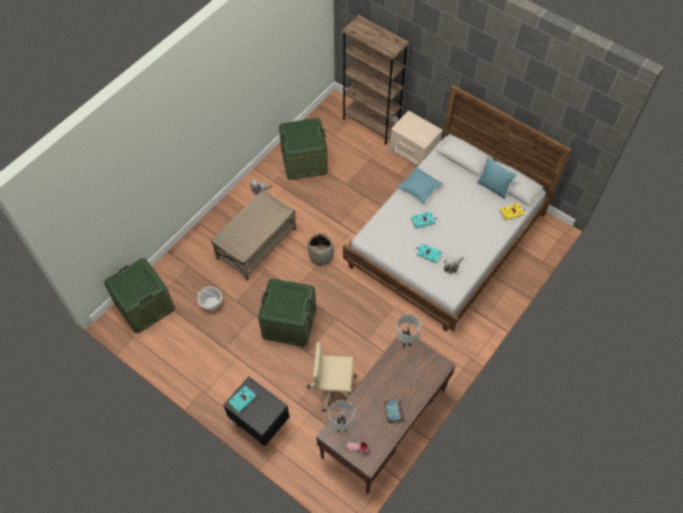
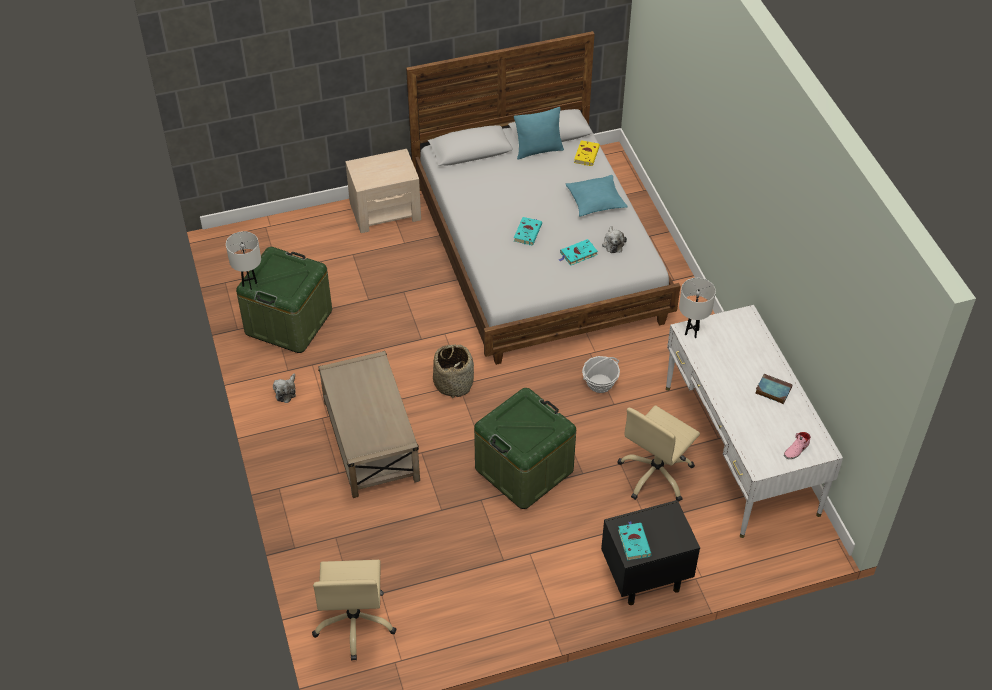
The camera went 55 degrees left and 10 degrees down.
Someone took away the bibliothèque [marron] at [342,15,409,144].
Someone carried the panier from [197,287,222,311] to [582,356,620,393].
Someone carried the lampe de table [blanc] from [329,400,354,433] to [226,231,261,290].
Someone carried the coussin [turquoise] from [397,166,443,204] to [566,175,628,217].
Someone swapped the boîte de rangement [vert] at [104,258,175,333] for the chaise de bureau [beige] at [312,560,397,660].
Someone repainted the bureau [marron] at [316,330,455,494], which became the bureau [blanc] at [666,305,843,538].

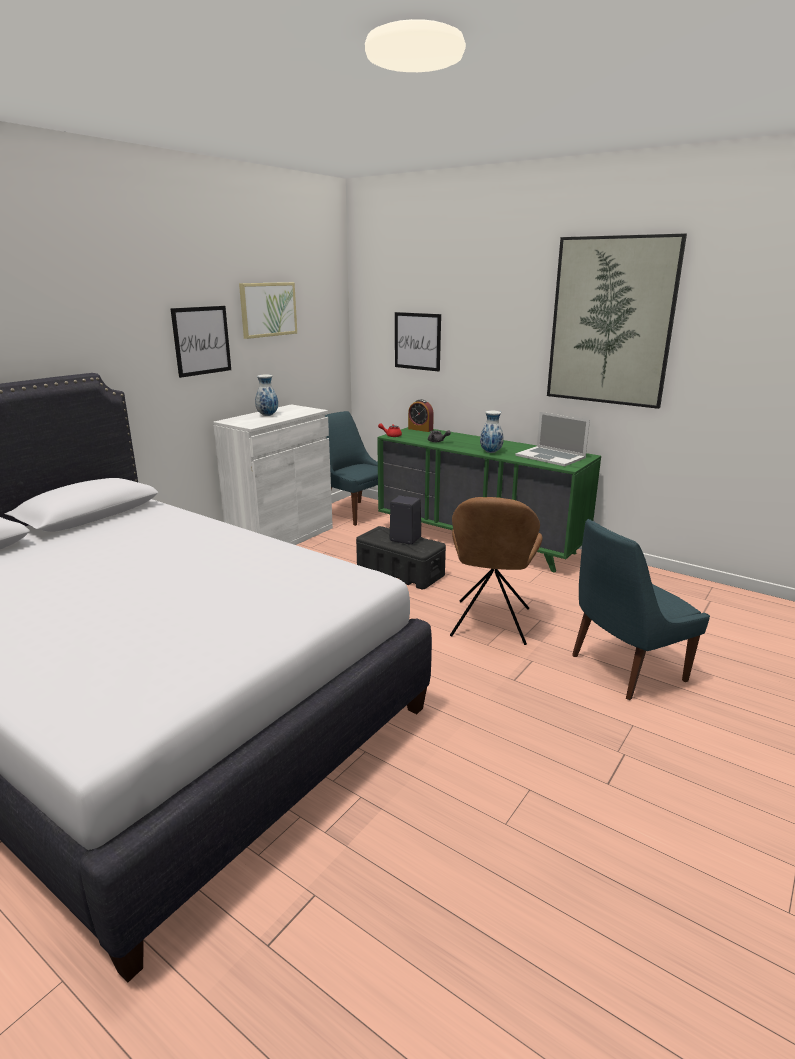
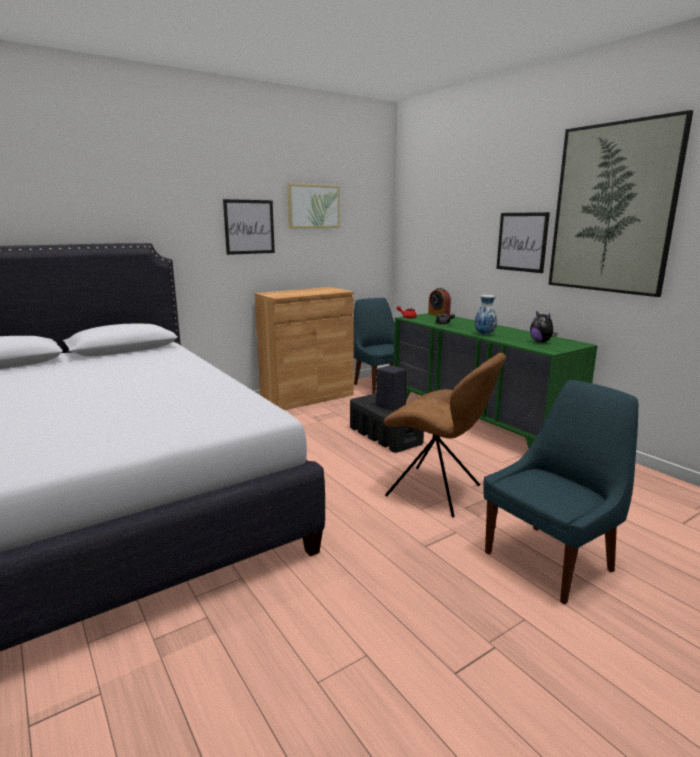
The camera went 20 degrees right and 5 degrees down.
Someone took away the vase at [255,374,278,416].
Someone carried the tableau from [395,312,441,372] to [496,212,550,273].
Someone swapped the ordinateur portable at [515,412,590,466] for the peluche at [530,311,558,342].
Someone repainted the meuble de rangement [blanc] at [213,404,333,545], which became the meuble de rangement [marron] at [255,287,354,410].
Someone rotated the chaise [marron] at [450,497,543,645] by 90 degrees counterclockwise.
Someone rotated the chaise [bleu] at [572,519,710,700] by 150 degrees clockwise.

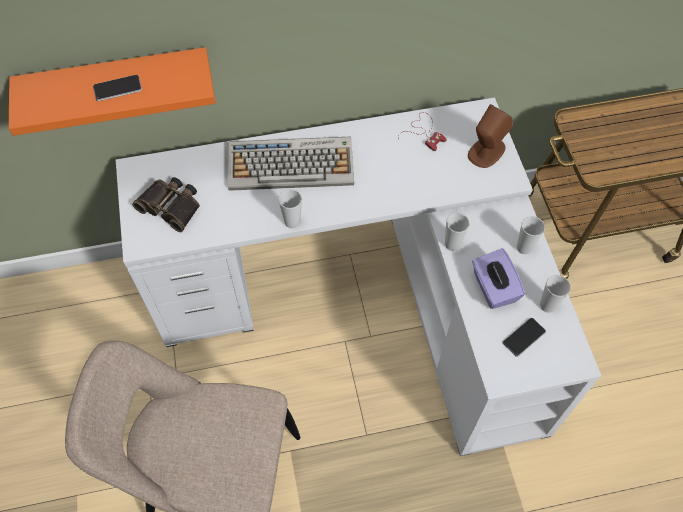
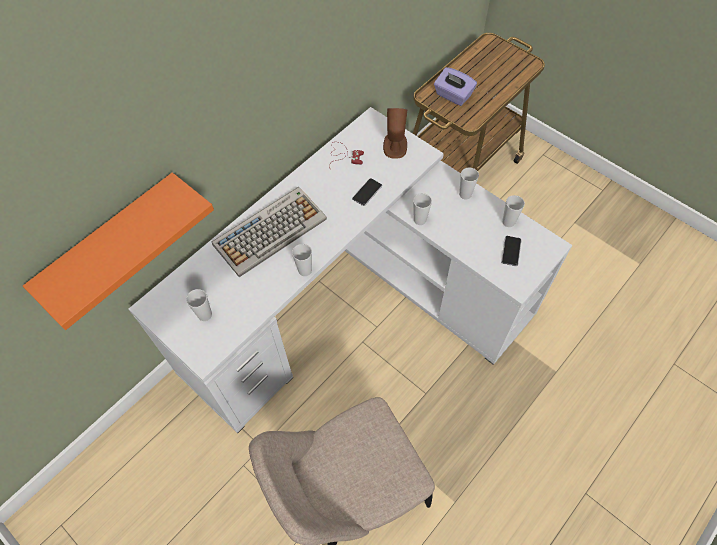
The camera went 35 degrees left and 0 degrees up.
Someone carried the téléphone from [93,75,142,101] to [352,178,382,206].
Someone carried the boîte à mouchoirs [violet] from [472,248,525,309] to [434,67,477,106].
Someone swapped the jumelles at [132,177,200,232] for the tasse at [186,289,212,321].

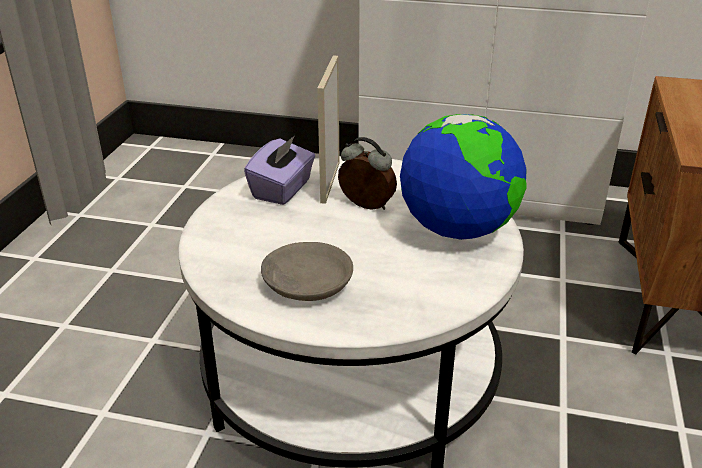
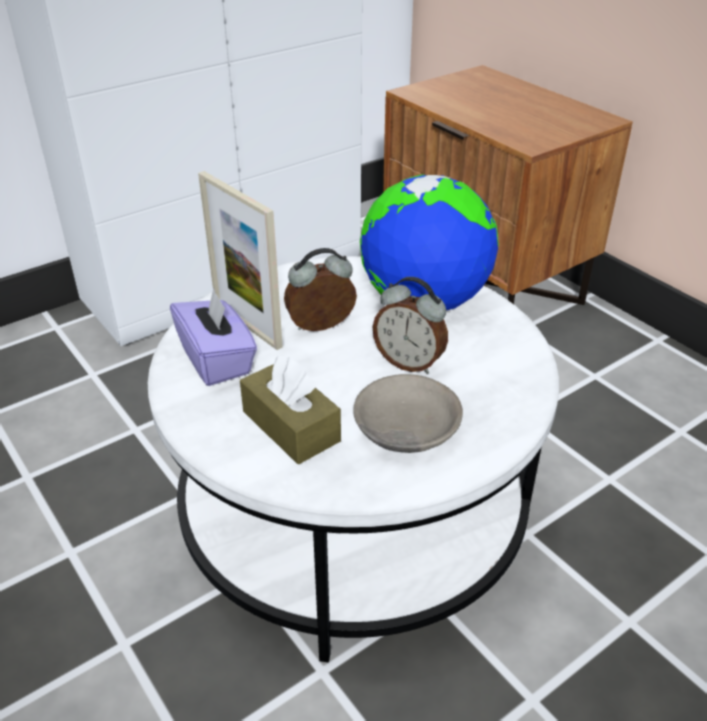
The camera went 50 degrees left and 5 degrees up.
Someone put down the boîte à mouchoirs [marron] at [240,356,341,464].
Someone put down the réveil at [373,277,448,374].

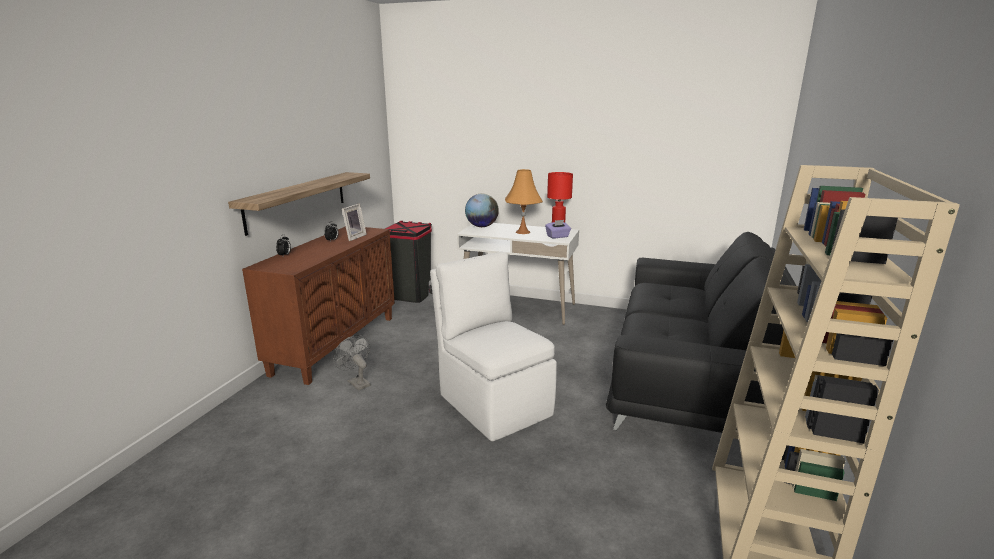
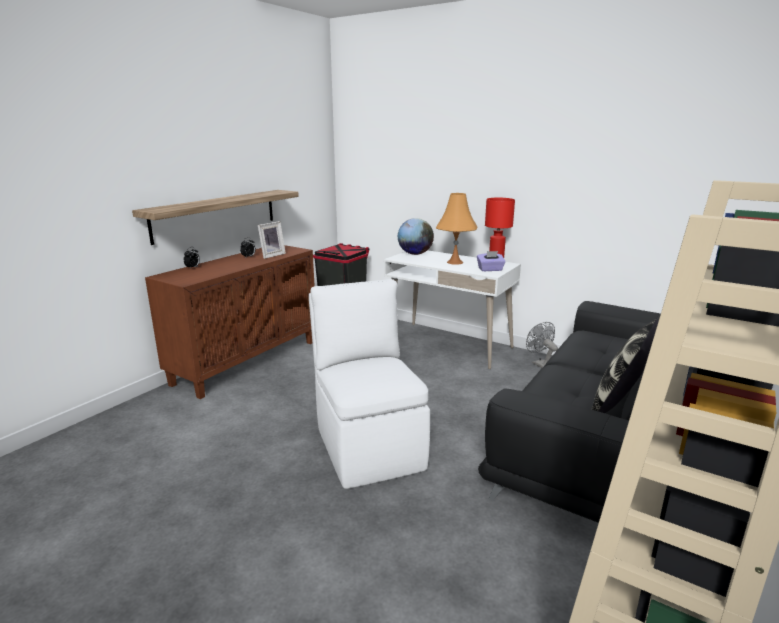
The camera went 15 degrees right and 0 degrees up.
Someone put down the coussin at [592,319,658,413].
Someone carried the ventilateur [gris] from [333,335,371,390] to [526,322,558,368].

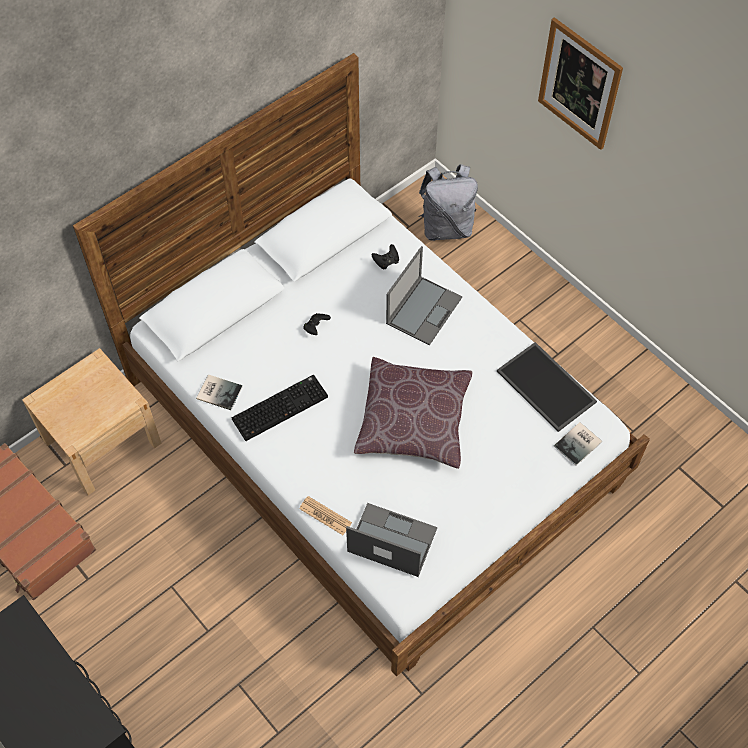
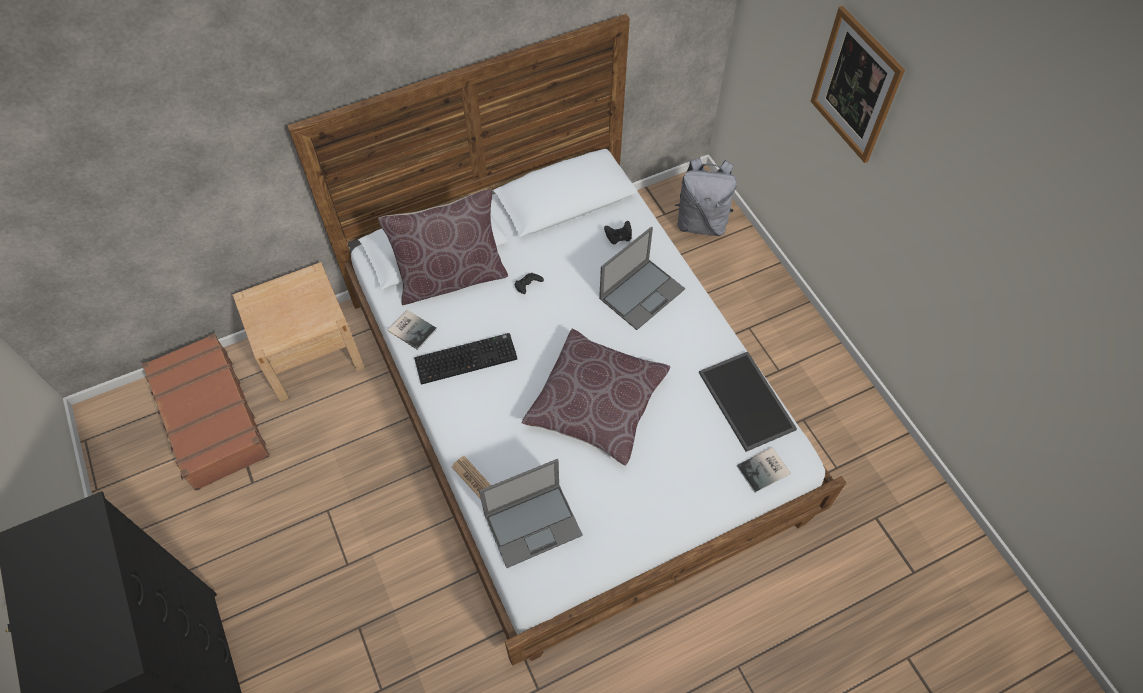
The camera went 15 degrees right and 0 degrees up.
Someone put down the coussin [marron] at [378,189,508,305].
Someone rotated the ordinateur portable at [346,503,437,577] by 120 degrees clockwise.

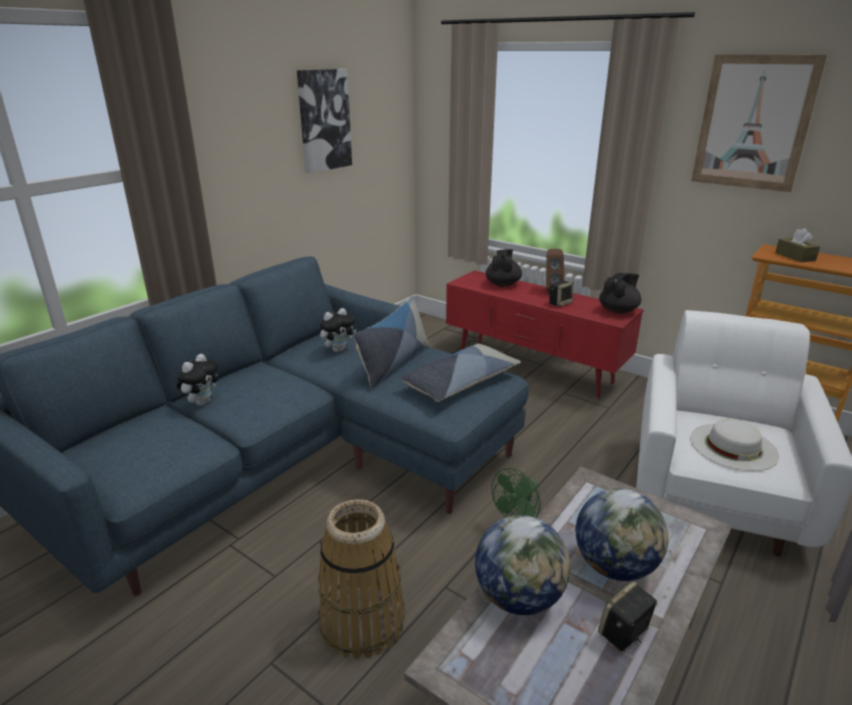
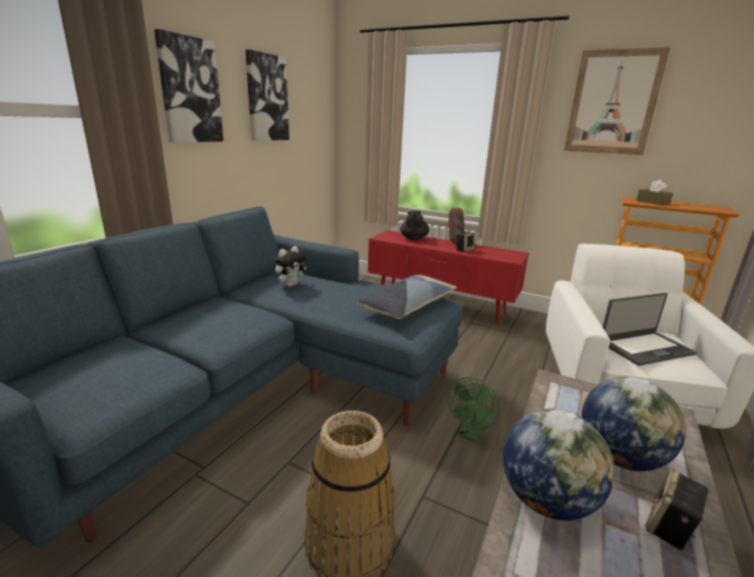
The camera went 10 degrees left and 5 degrees down.
Someone took away the peluche at [176,354,218,406].
Someone took away the coussin at [353,296,429,388].
Someone took away the théière [noir] at [599,273,641,313].
Someone put up the tableau at [154,29,224,143].
Someone swapped the chapeau [blanc] at [690,419,779,471] for the ordinateur portable at [603,293,697,366].

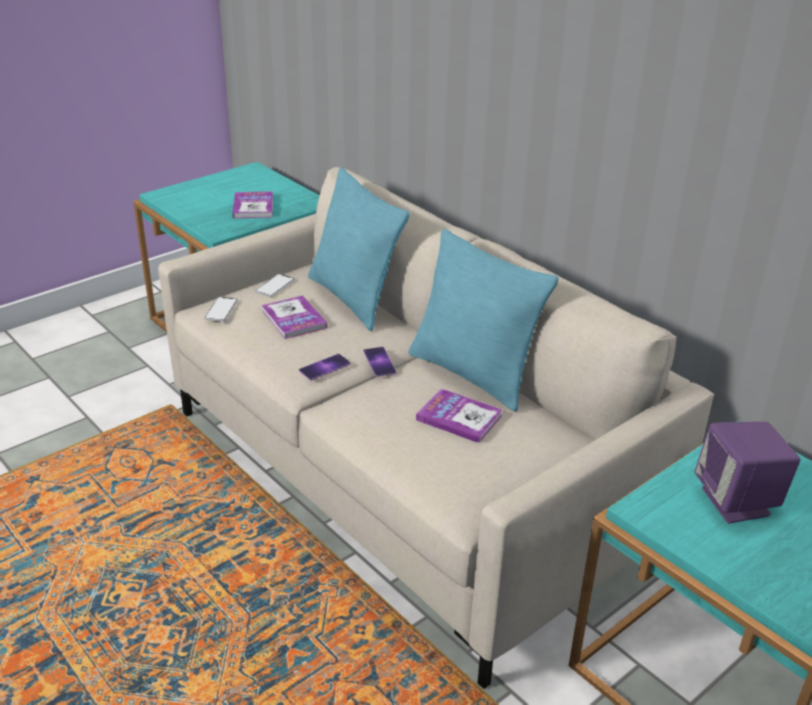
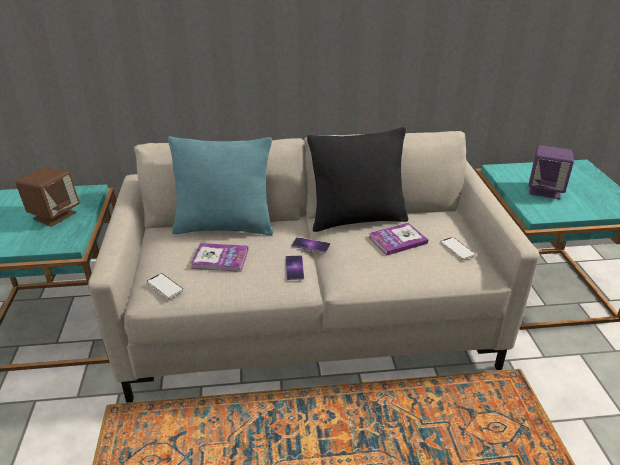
The camera went 55 degrees left and 0 degrees up.
Someone carried the téléphone from [255,274,295,297] to [440,237,476,260].
Someone swapped the livre at [232,191,273,218] for the enceinte [marron] at [15,167,79,227].
Someone repainted the coussin [turquoise] at [408,229,558,412], which became the coussin [noir] at [307,127,408,232].

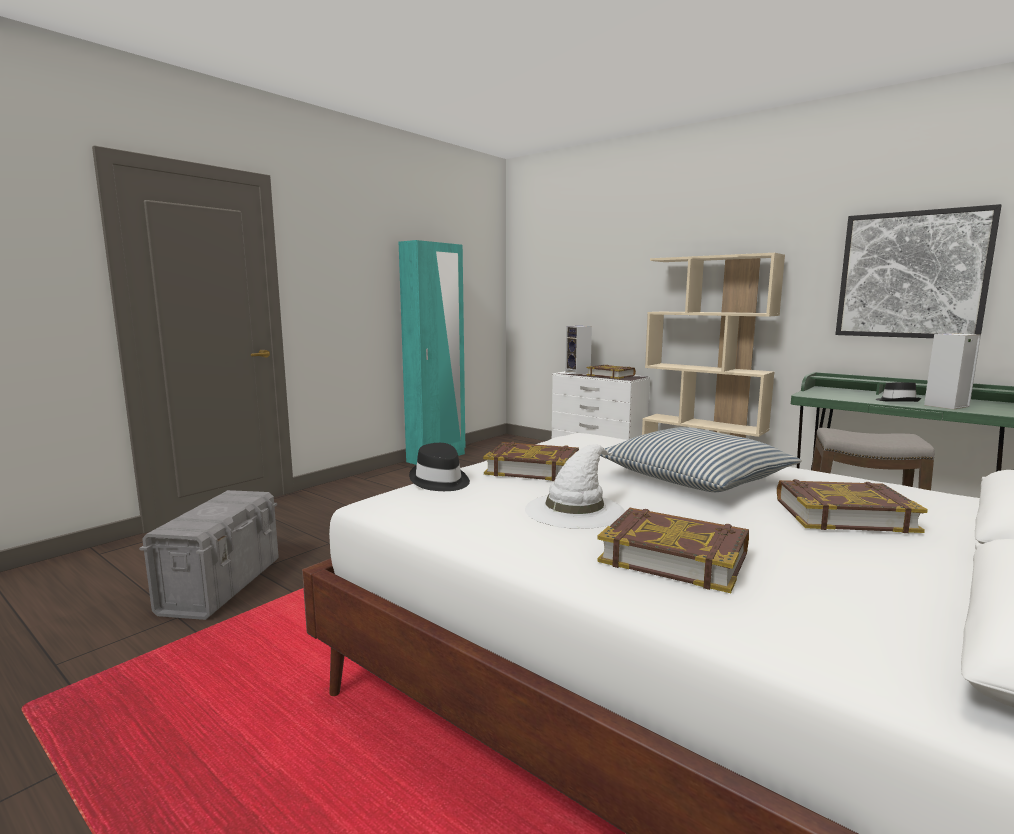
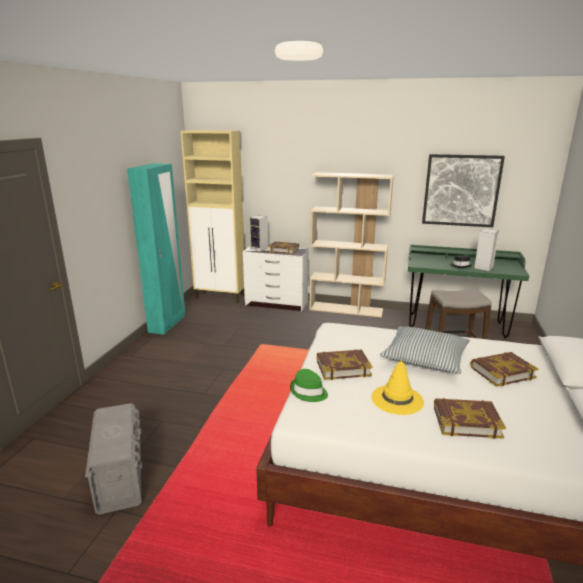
The camera went 25 degrees left and 10 degrees up.
Someone put down the meuble de rangement [beige] at [181,130,244,303].
Someone repainted the chapeau [noir] at [409,443,470,491], which became the chapeau [vert] at [290,369,328,402].
Someone repainted the chapeau [blanc] at [525,444,625,529], which became the chapeau [jaune] at [371,359,424,415].

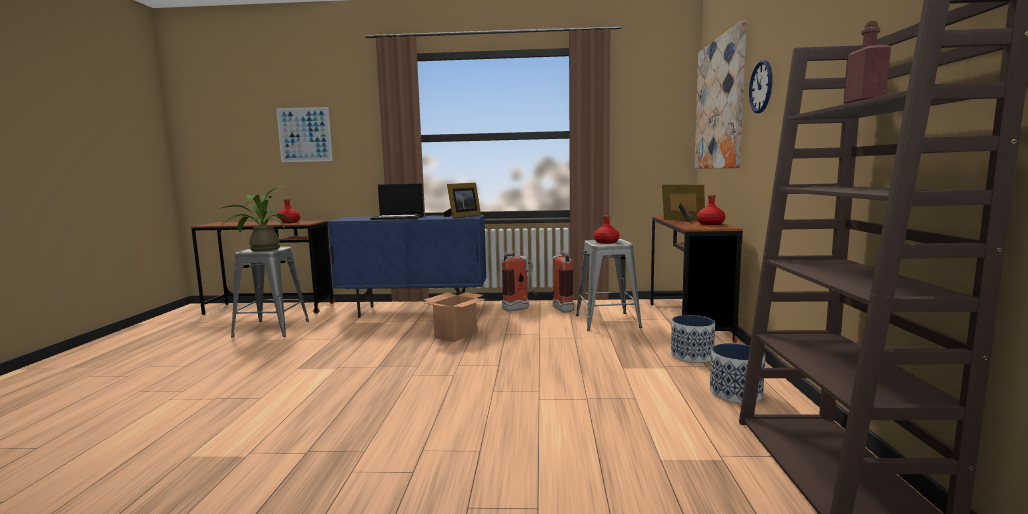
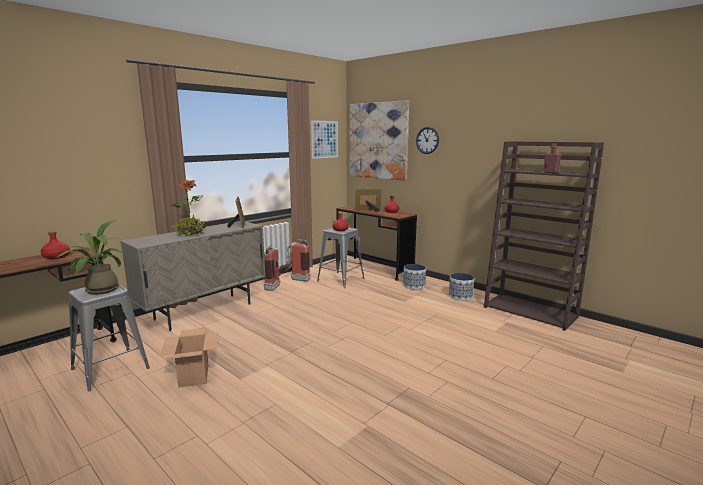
The camera went 50 degrees left and 5 degrees up.
Someone carried the tableau from [276,107,333,162] to [311,120,338,159].
Someone carried the carton from [424,292,486,342] to [160,328,218,388].
Someone swapped the ordinateur portable at [370,184,424,220] for the plante en pot at [171,179,205,237].
Someone repainted the meuble de rangement [bleu] at [327,215,486,318], which became the meuble de rangement [beige] at [120,221,266,331].

